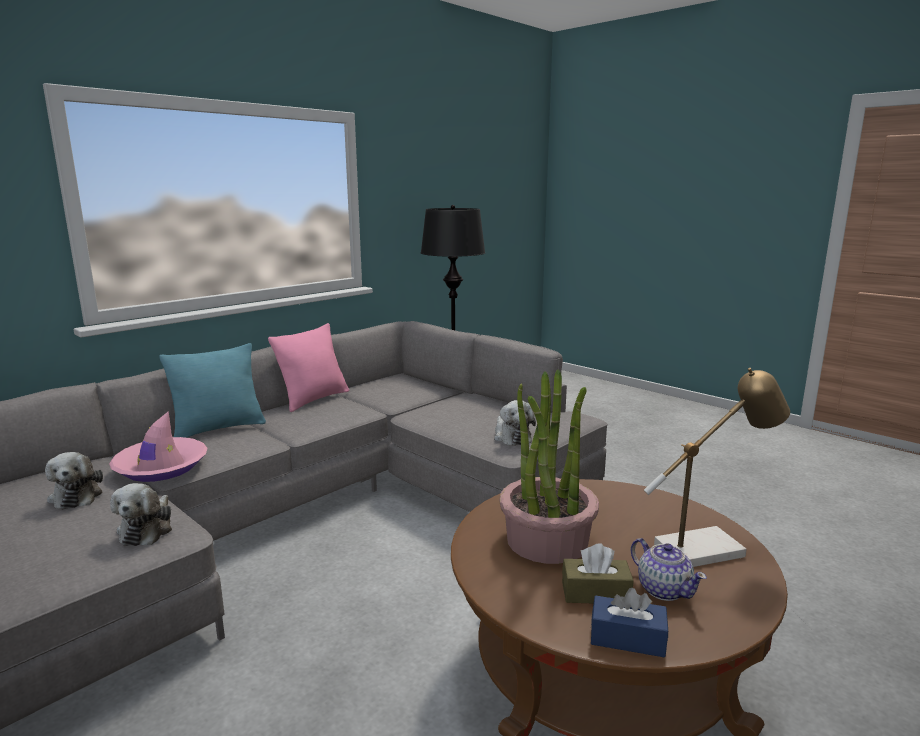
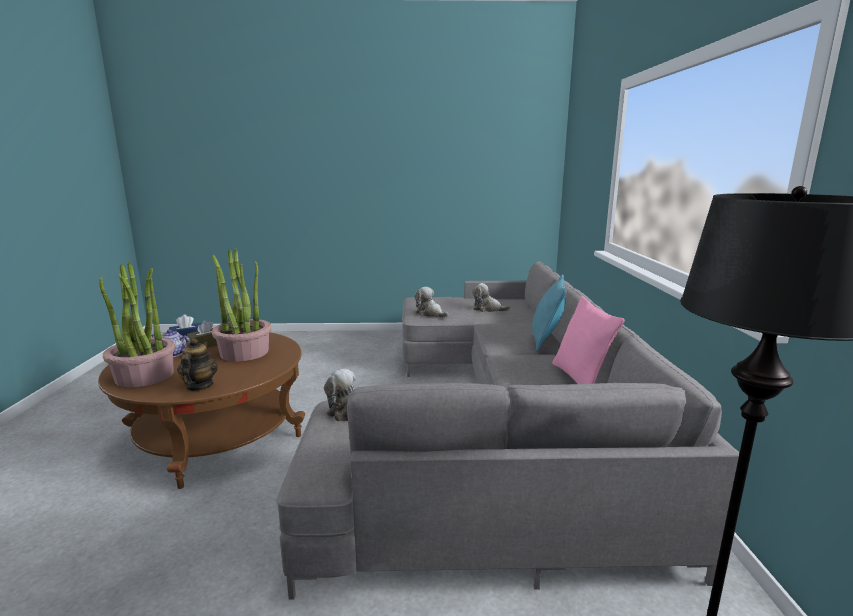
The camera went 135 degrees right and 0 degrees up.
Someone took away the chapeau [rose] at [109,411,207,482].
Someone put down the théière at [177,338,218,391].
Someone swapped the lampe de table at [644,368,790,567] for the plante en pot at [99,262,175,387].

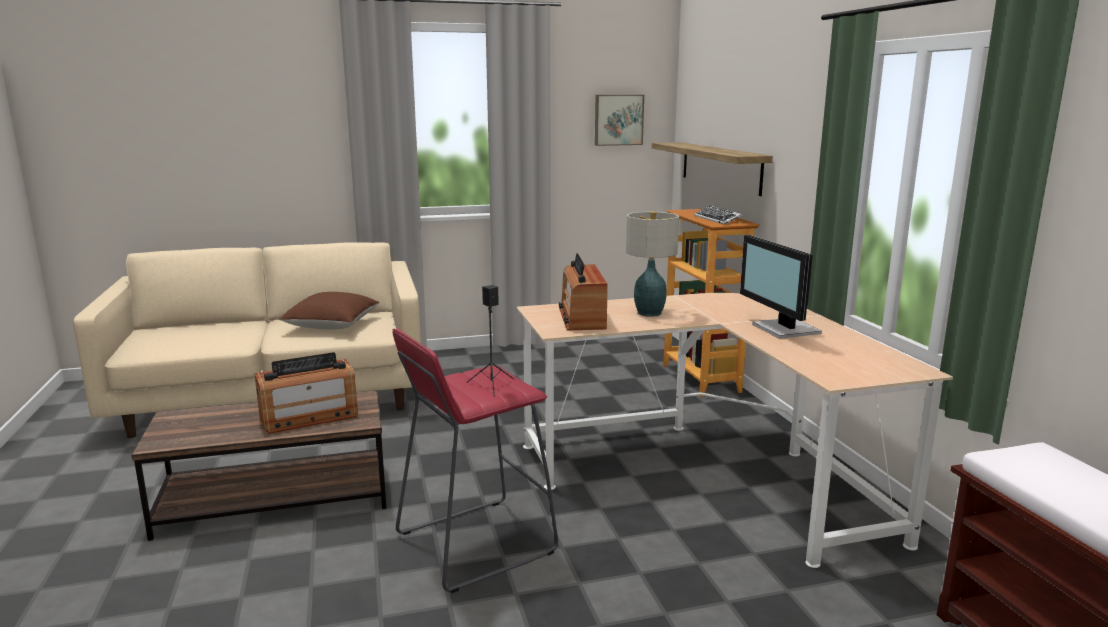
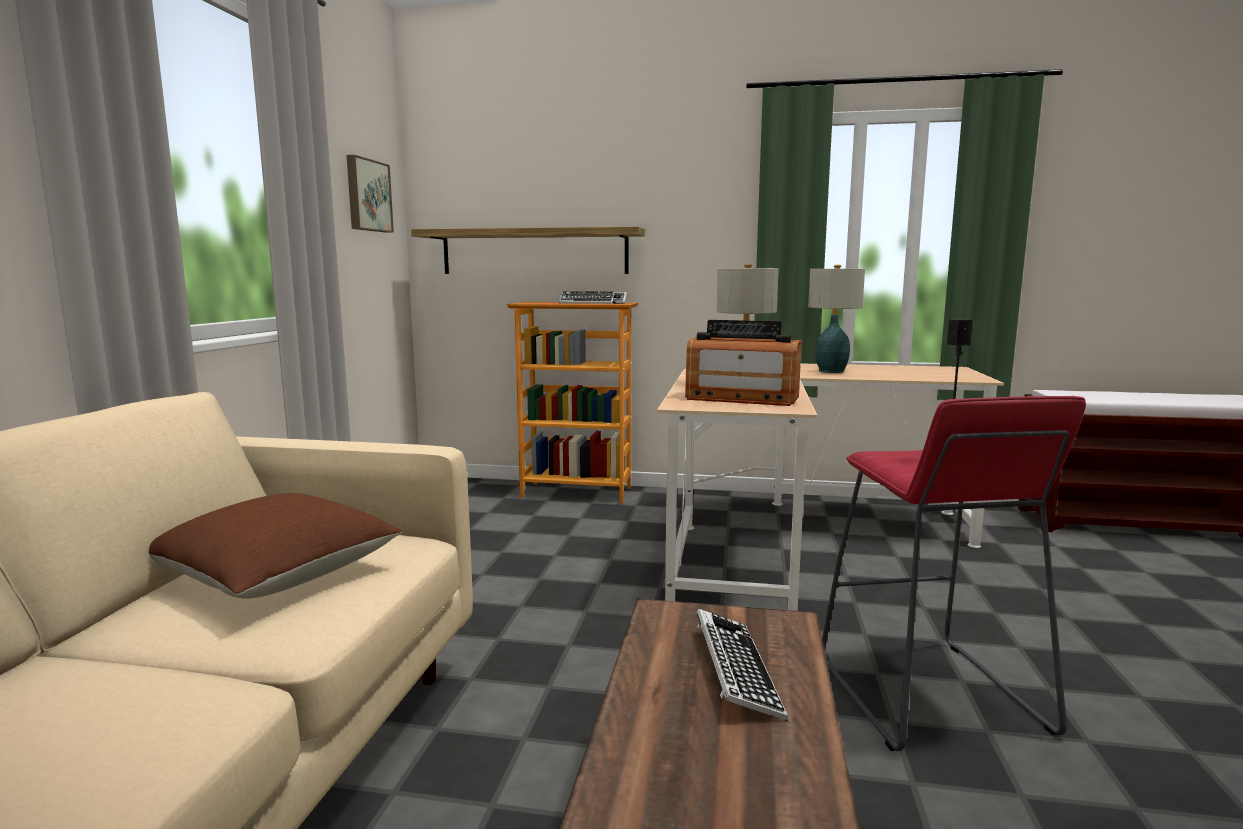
The camera went 65 degrees left and 5 degrees down.
Someone swapped the radio at [254,352,358,434] for the clavier at [697,609,788,721].
Someone swapped the écran d'ordinateur at [740,235,822,339] for the lampe de table at [808,265,865,373].

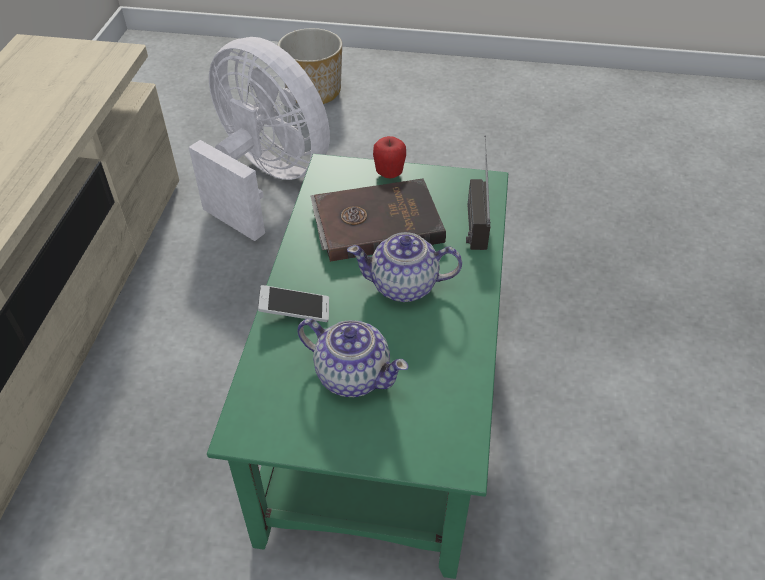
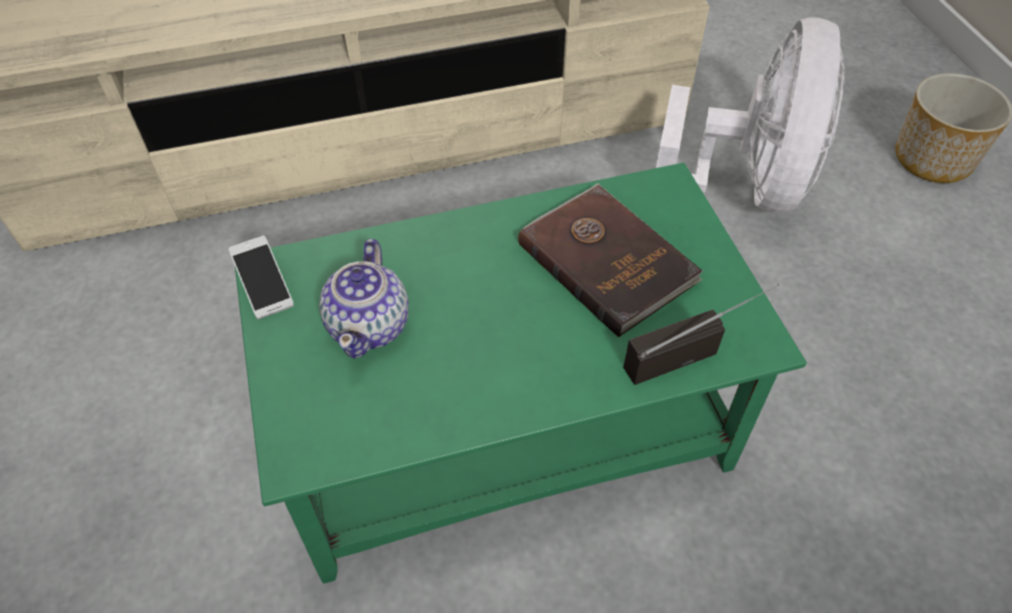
The camera went 65 degrees right and 5 degrees up.
Someone took away the théière at [347,232,462,302].
Someone took away the pomme at [373,136,406,178].
Someone carried the téléphone from [258,285,329,322] to [228,235,294,320].

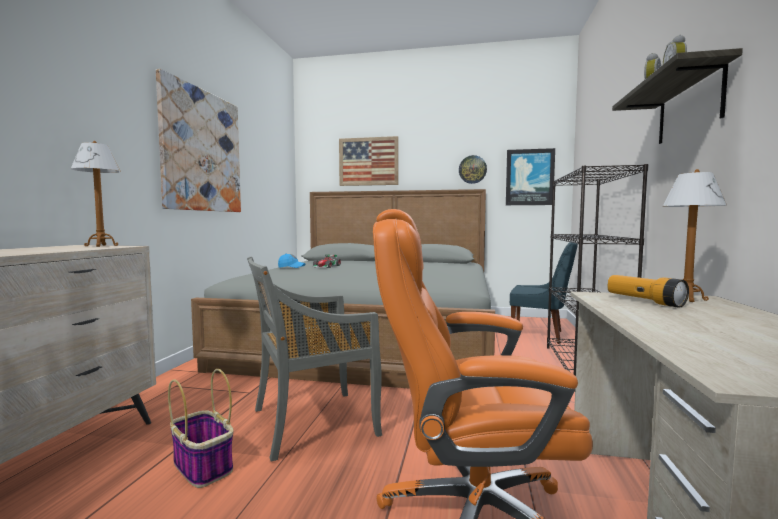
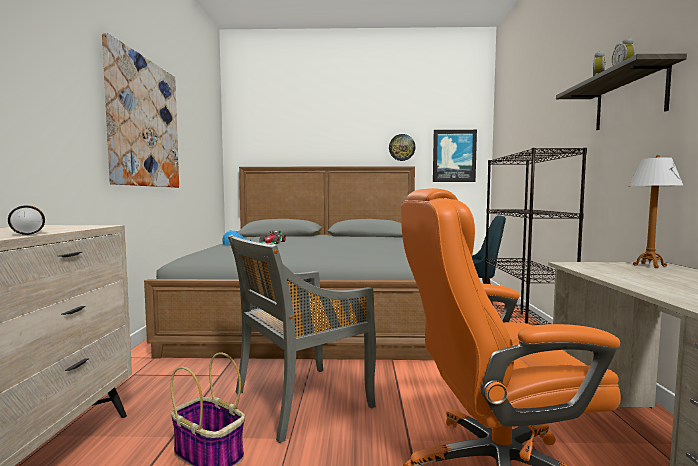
The camera went 10 degrees left and 0 degrees up.
Someone took away the lampe de table at [71,141,121,247].
Someone took away the tableau at [339,136,398,186].
Someone carried the lampe de poche from [608,275,689,308] to [8,205,45,235].

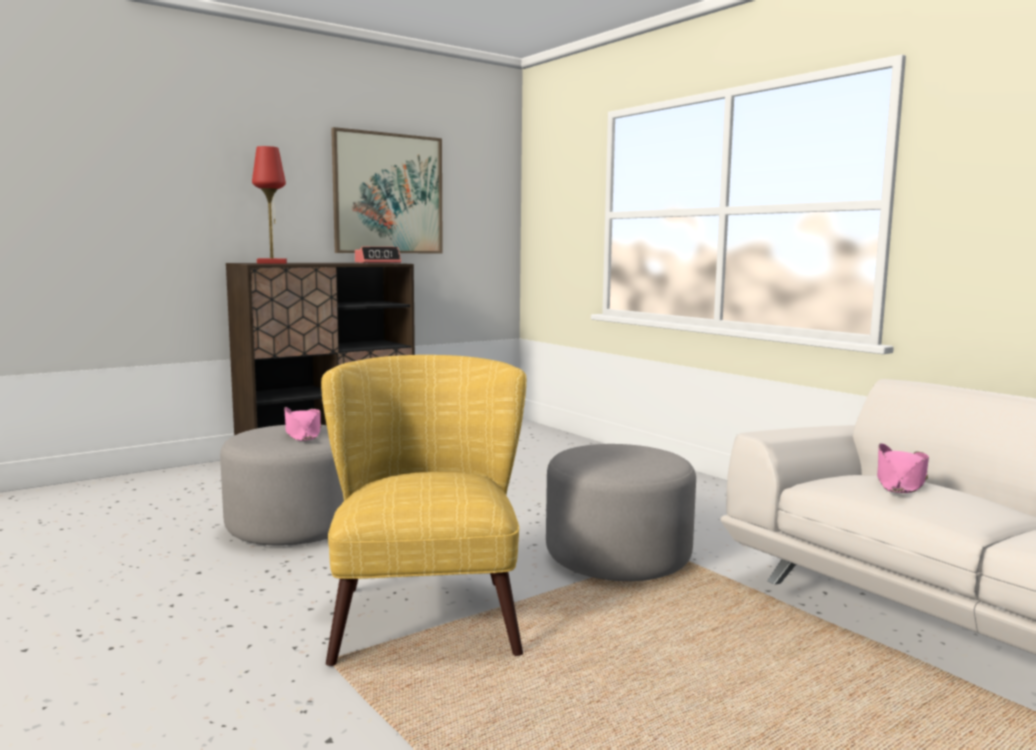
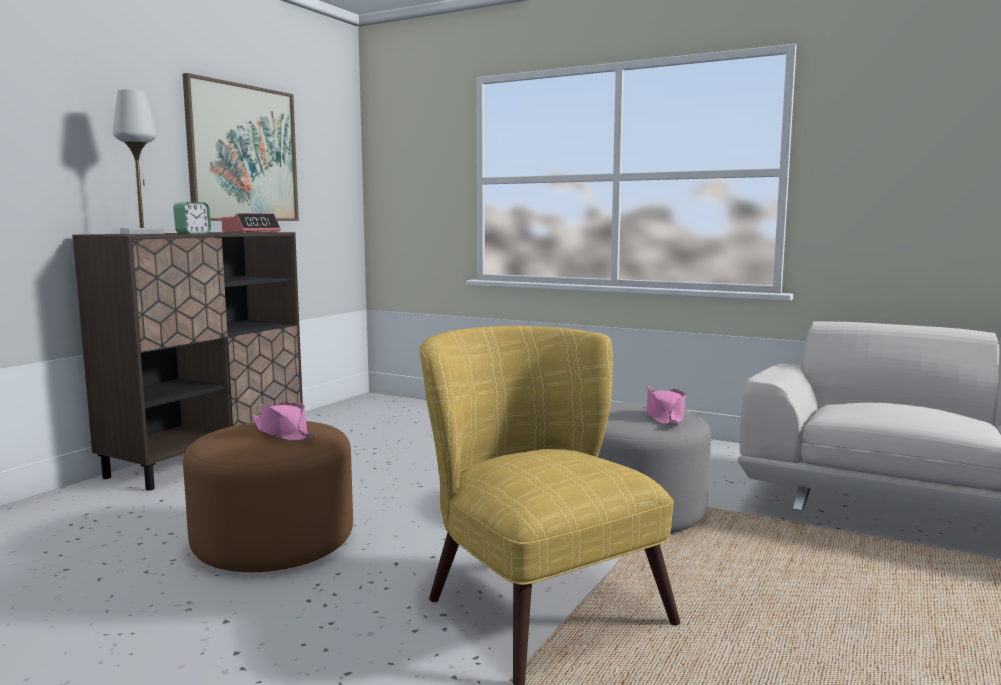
The camera went 25 degrees left and 0 degrees up.
Someone put down the réveil at [173,202,211,234].
Someone carried the chapeau [rose] from [877,443,929,493] to [647,386,686,425].
Someone repainted the pouf [gris] at [220,425,344,546], which became the pouf [marron] at [183,421,353,572].
Someone repainted the lampe de table [rouge] at [252,146,287,264], which became the lampe de table [blanc] at [113,89,164,234].

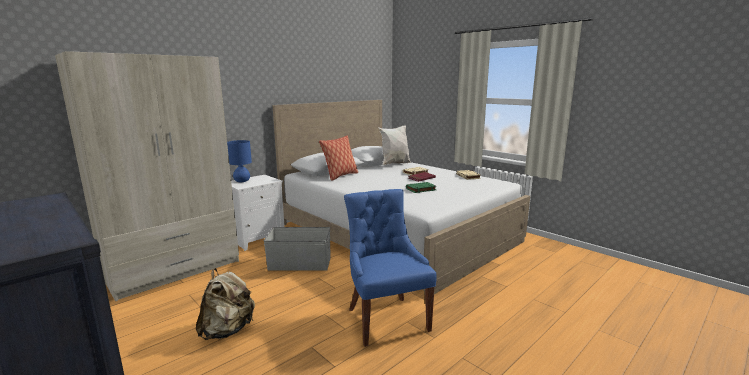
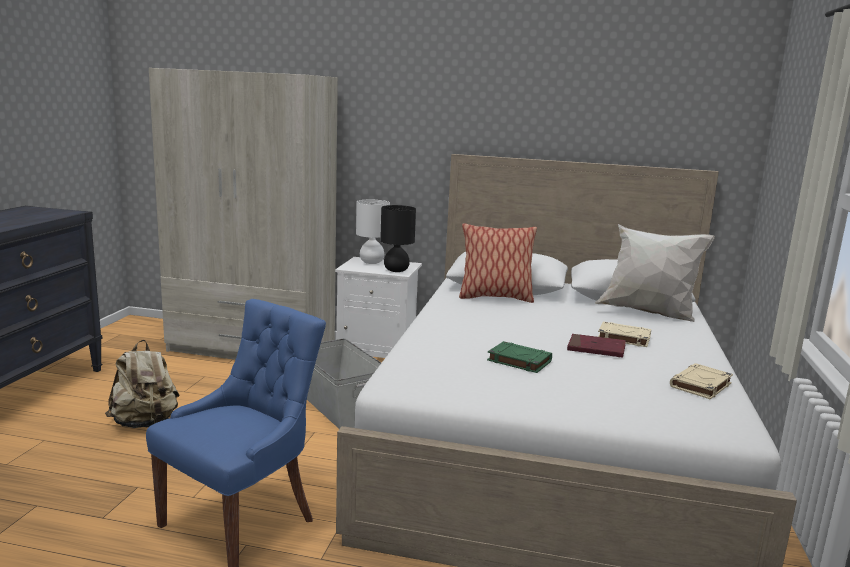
The camera went 55 degrees right and 0 degrees up.
Someone put down the lampe de table [noir] at [380,205,416,272].
Someone repainted the lampe de table [bleu] at [227,140,252,182], which became the lampe de table [blanc] at [356,200,390,264].

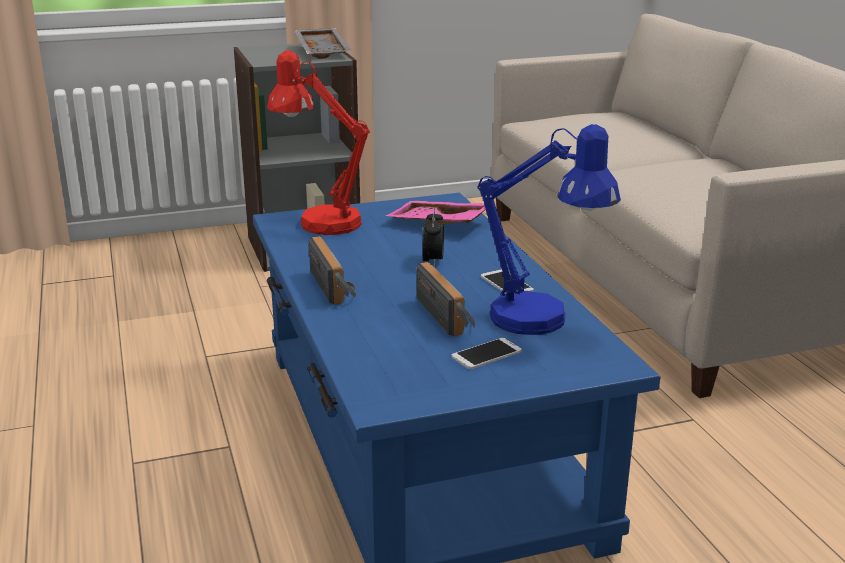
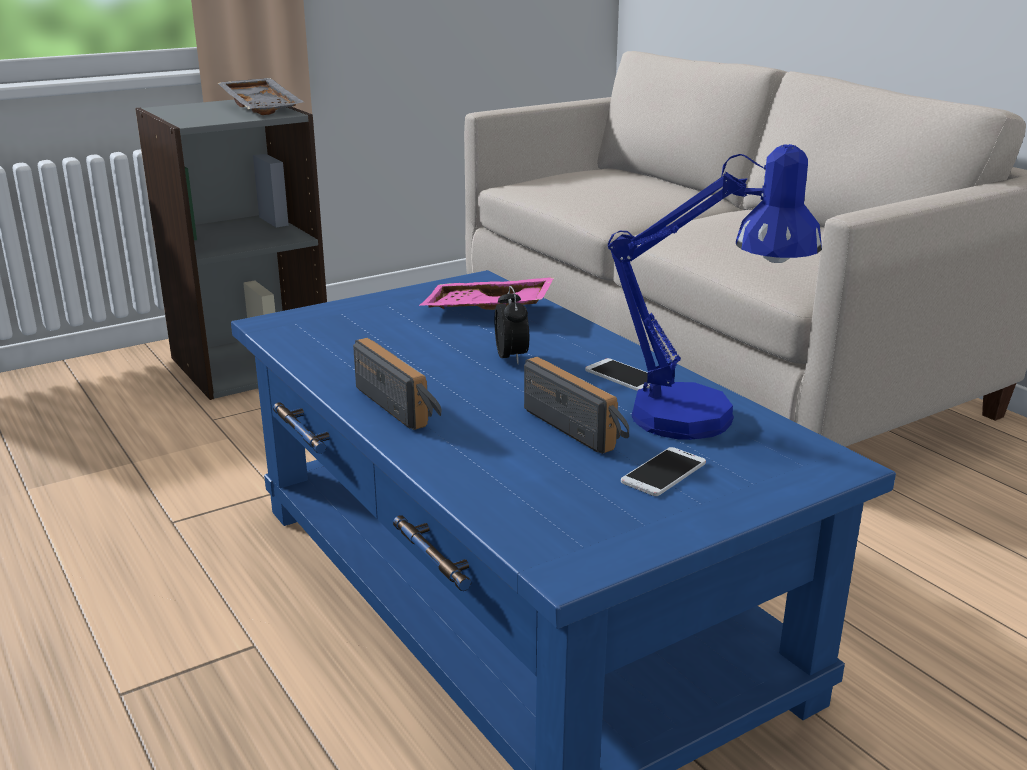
The camera went 15 degrees left and 0 degrees up.
Someone took away the lampe de table [rouge] at [267,50,370,235].

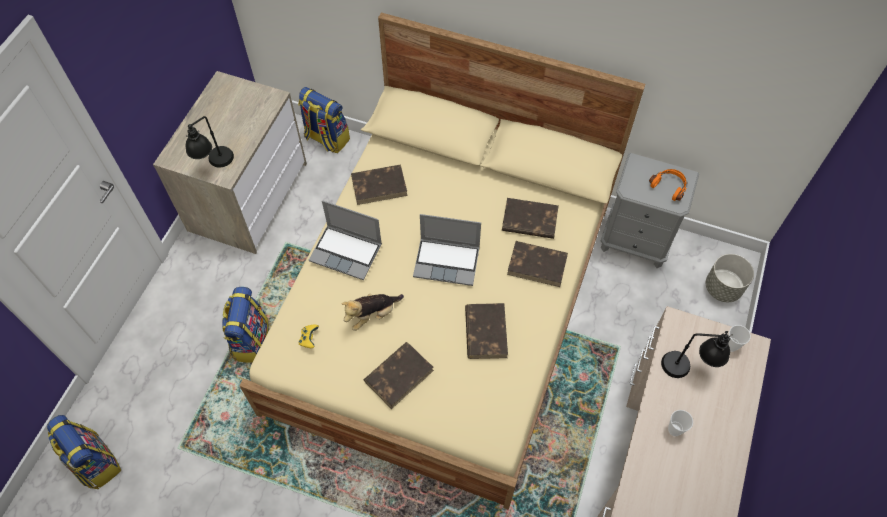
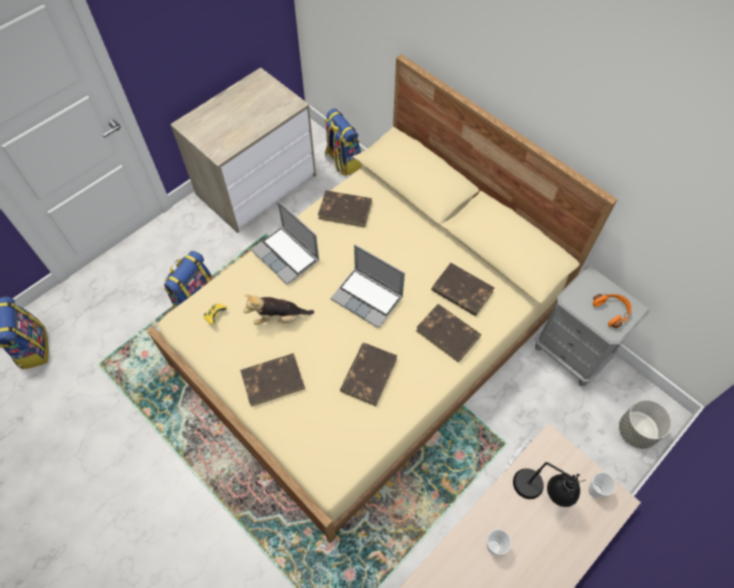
The camera went 25 degrees right and 0 degrees up.
Someone took away the lampe de table [noir] at [185,116,234,168].

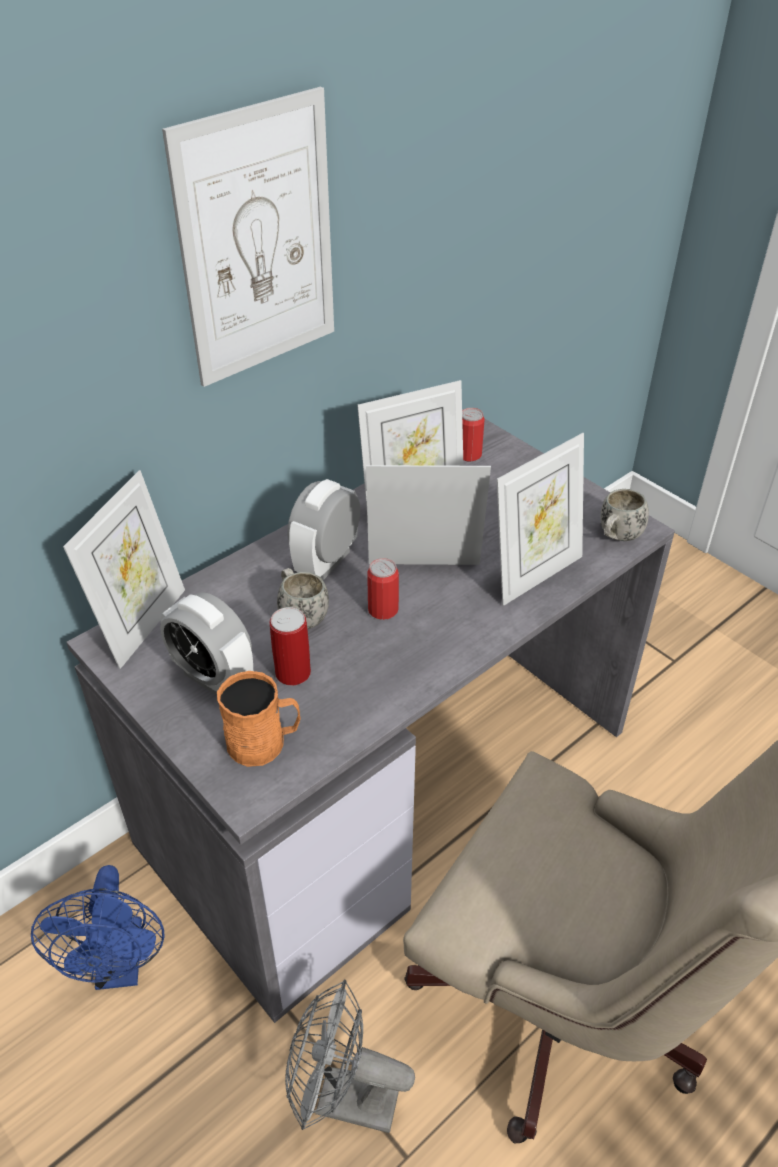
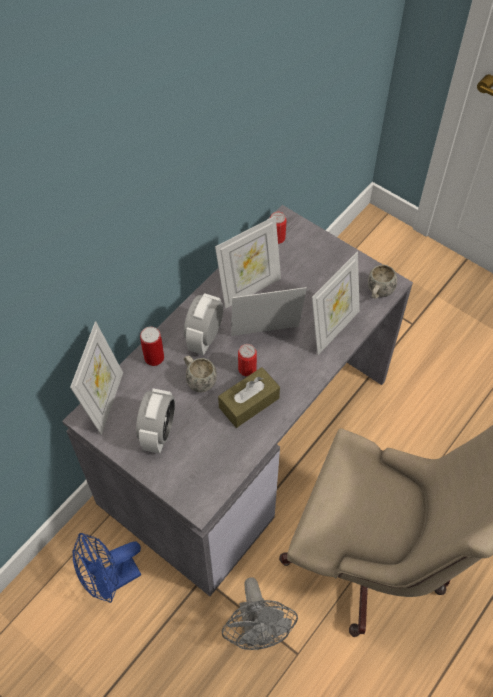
The camera went 10 degrees left and 15 degrees up.
Someone took away the tableau at [162,87,334,387].
Someone took away the mug [orange] at [217,671,301,767].
Someone put down the boîte à mouchoirs [marron] at [218,367,280,428].
Someone carried the boîte métallique from [270,607,311,686] to [140,327,164,366].
Someone rotated the ventilateur [bleu] at [31,865,165,990] by 75 degrees clockwise.
Someone rotated the réveil at [160,592,253,696] by 105 degrees counterclockwise.
Someone rotated the ventilateur [gris] at [285,980,415,1133] by 105 degrees counterclockwise.

